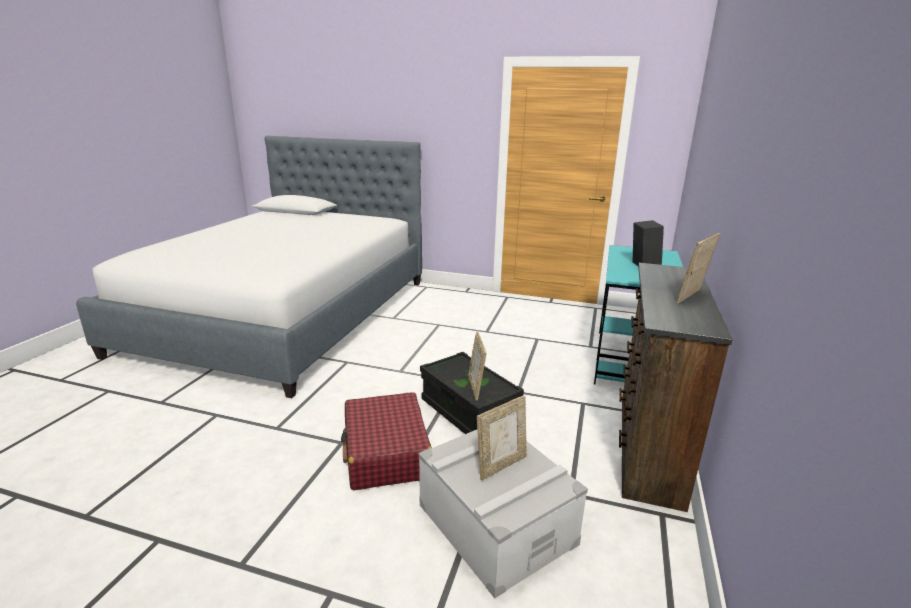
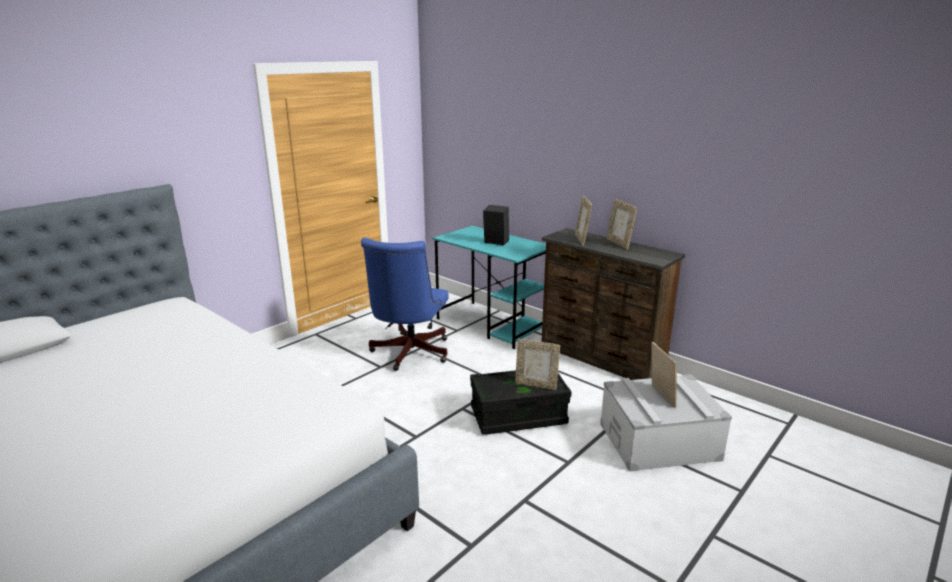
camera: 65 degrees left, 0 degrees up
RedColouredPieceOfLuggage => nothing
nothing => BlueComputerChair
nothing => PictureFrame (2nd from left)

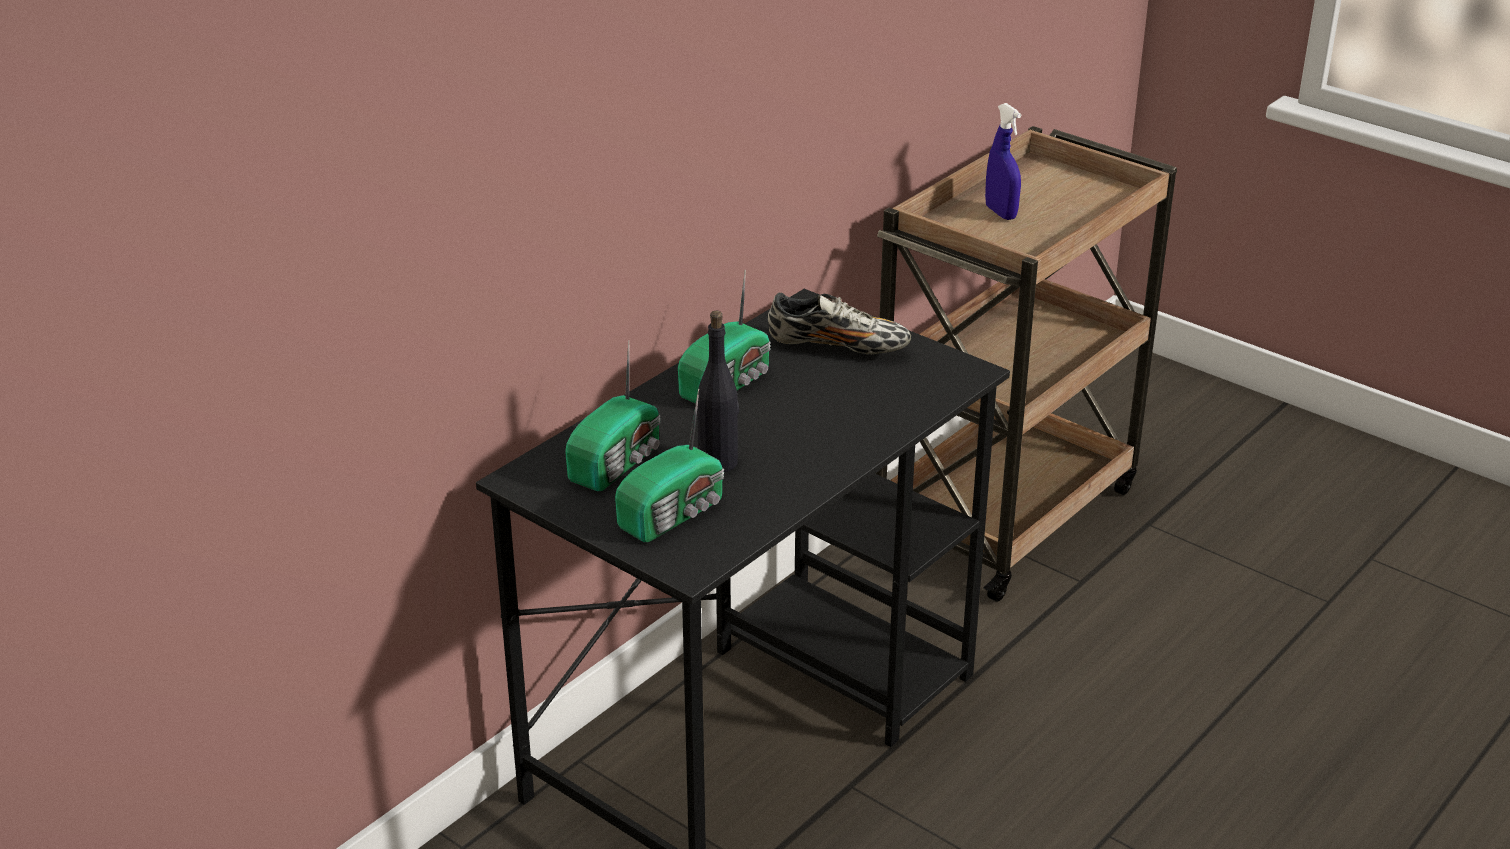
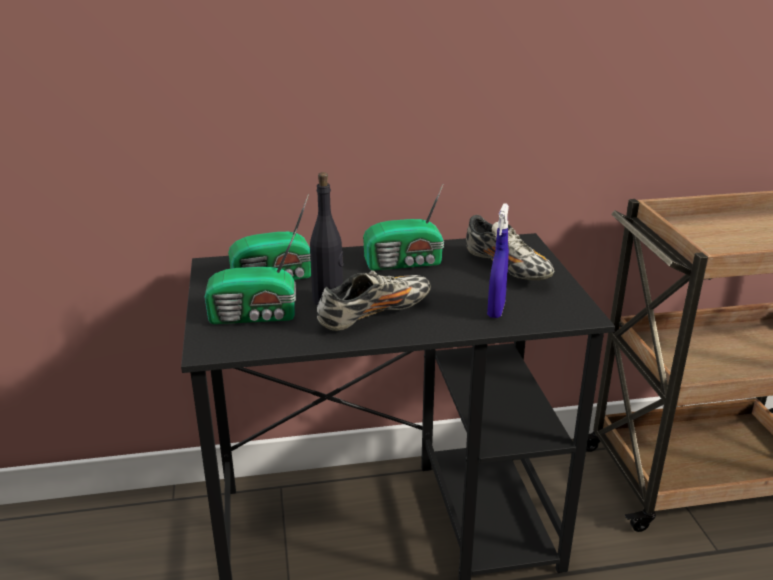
camera: 40 degrees right, 5 degrees down
nothing => LowShoe (1st from left)
BlueHandSprayer, moved

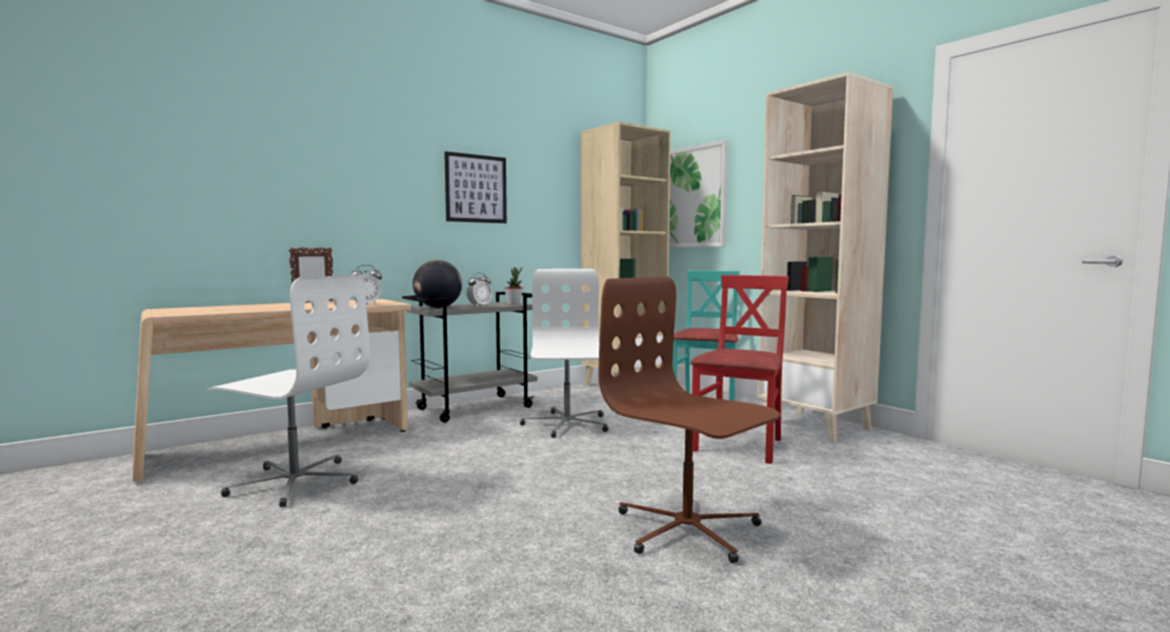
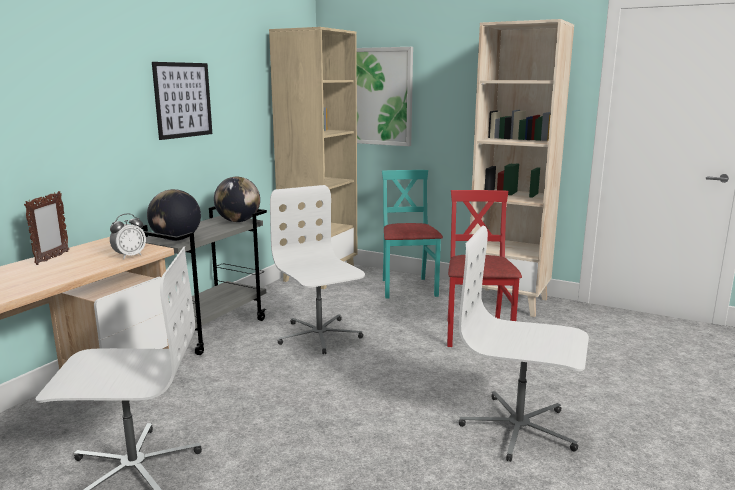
camera: 25 degrees left, 10 degrees up
TableClock (2nd from left) => nothing
PlantInAPot => WorldGlobe (2nd from left)
BrownComputerChair => WhiteComputerChair (3rd from left)

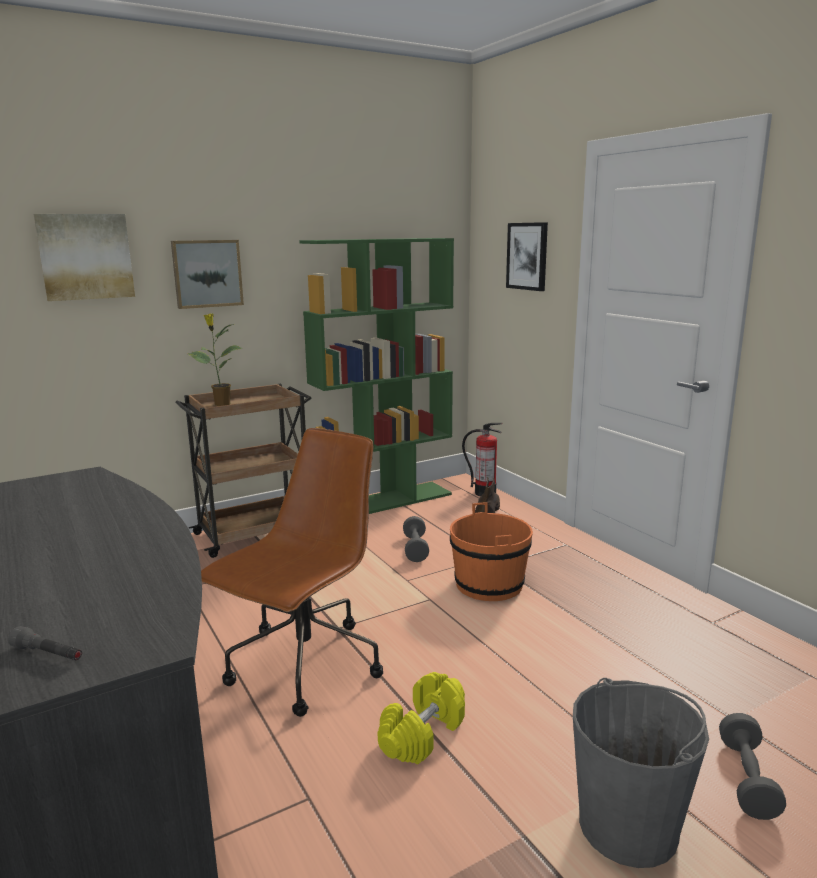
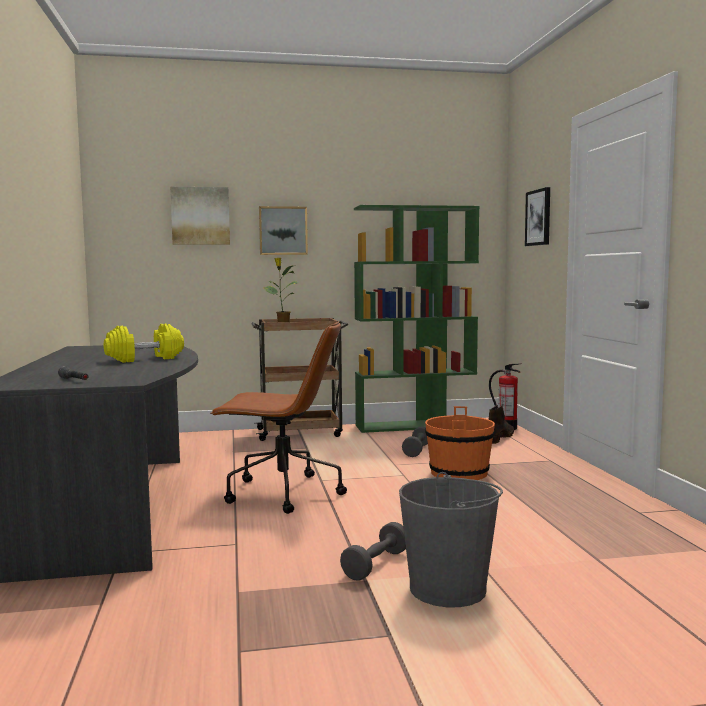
camera: 20 degrees right, 10 degrees down
YellowHandWeight, moved
GreyHandWeight (2nd from left in the first image) => GreyHandWeight (1st from left), moved
BrownComputerChair, 45 degrees clockwise

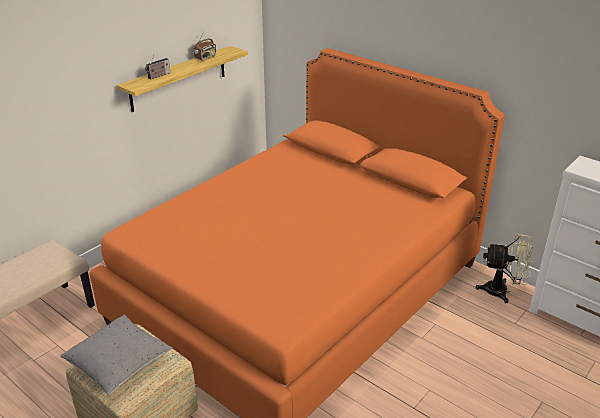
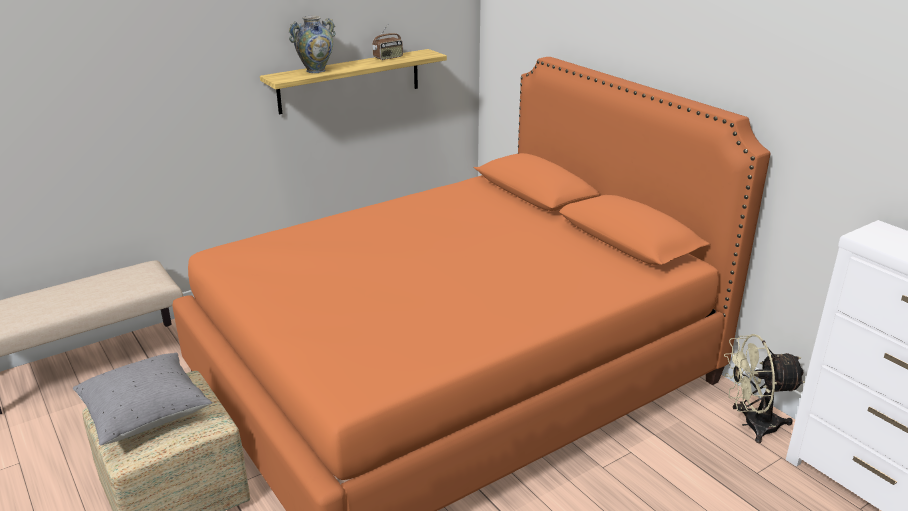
camera: 15 degrees right, 5 degrees down
RadioReceiver (1st from left) => Vase
SandColouredElectricFan, 150 degrees clockwise

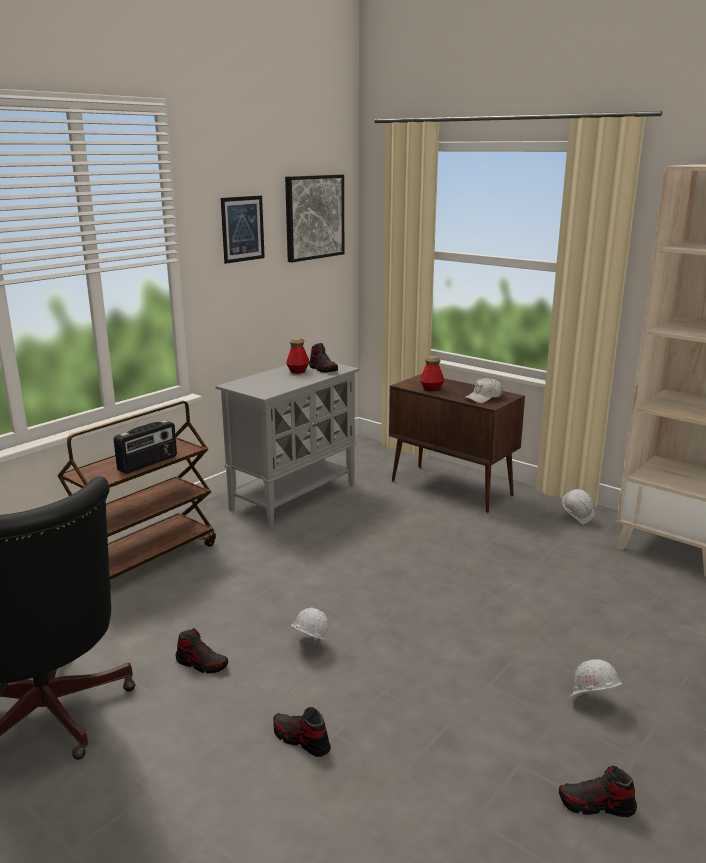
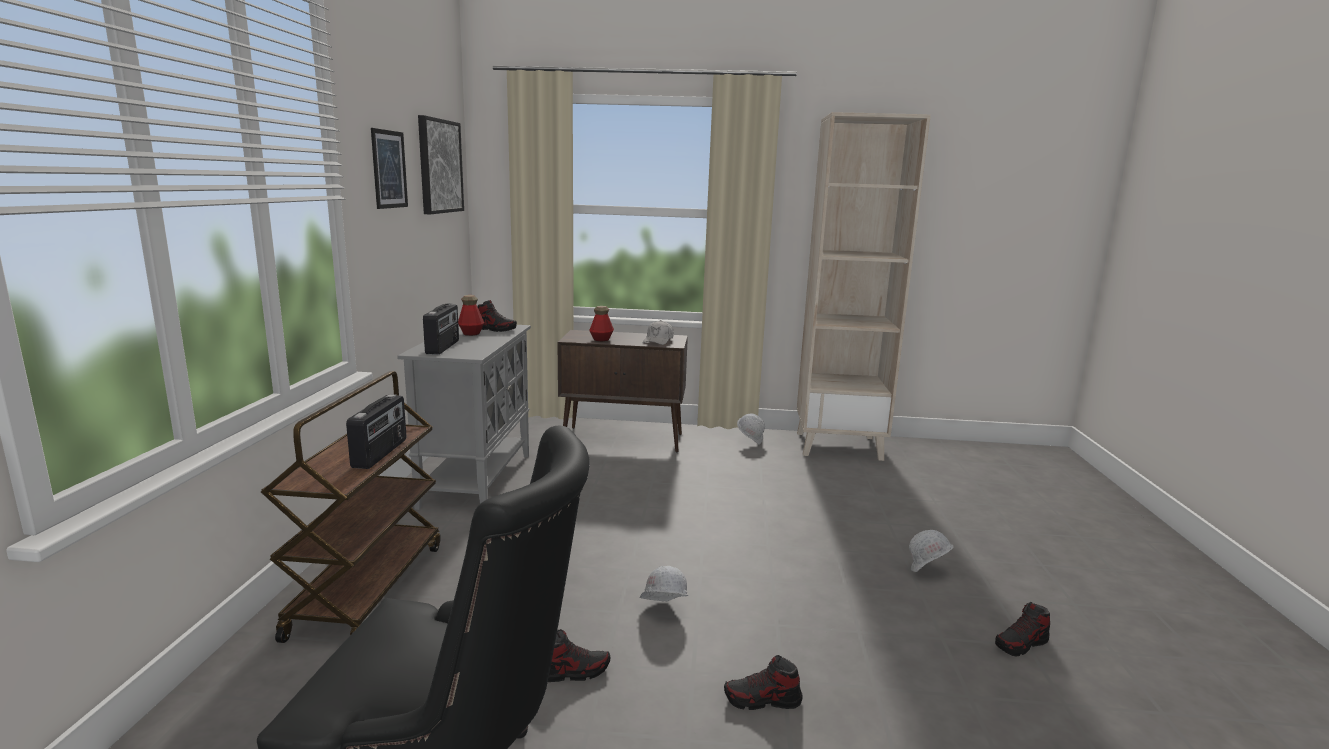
camera: 35 degrees left, 5 degrees down
nothing => RadioReceiver (2nd from left)

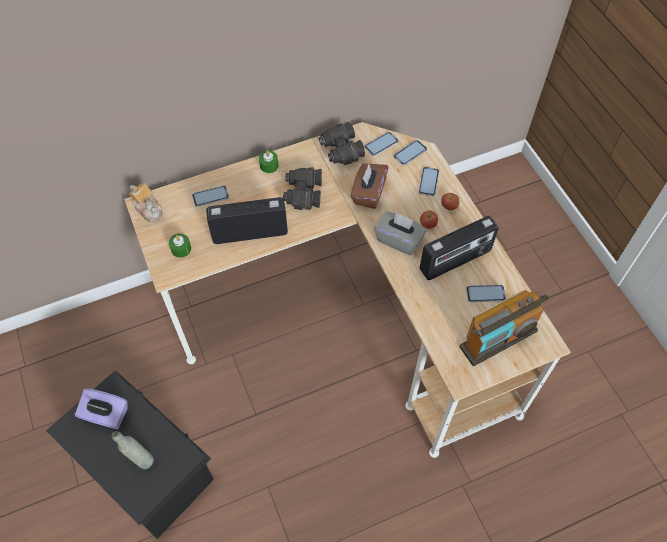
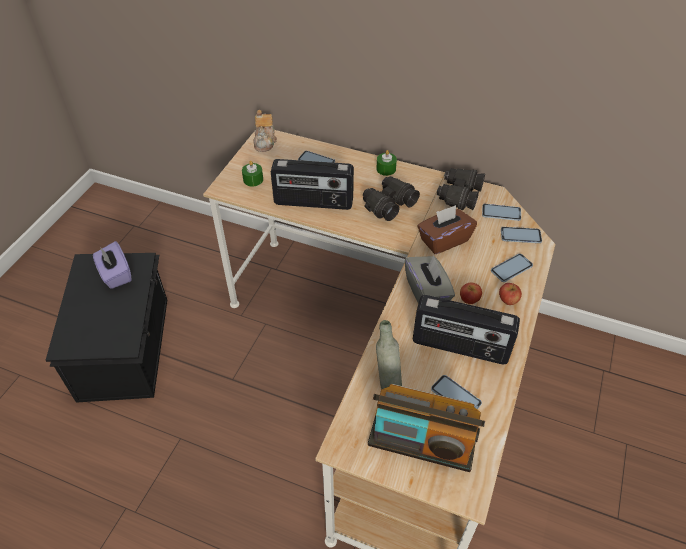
camera: 45 degrees right, 10 degrees down
GreyBeverageBottle, moved
RadioReceiver (1st from left), 150 degrees clockwise

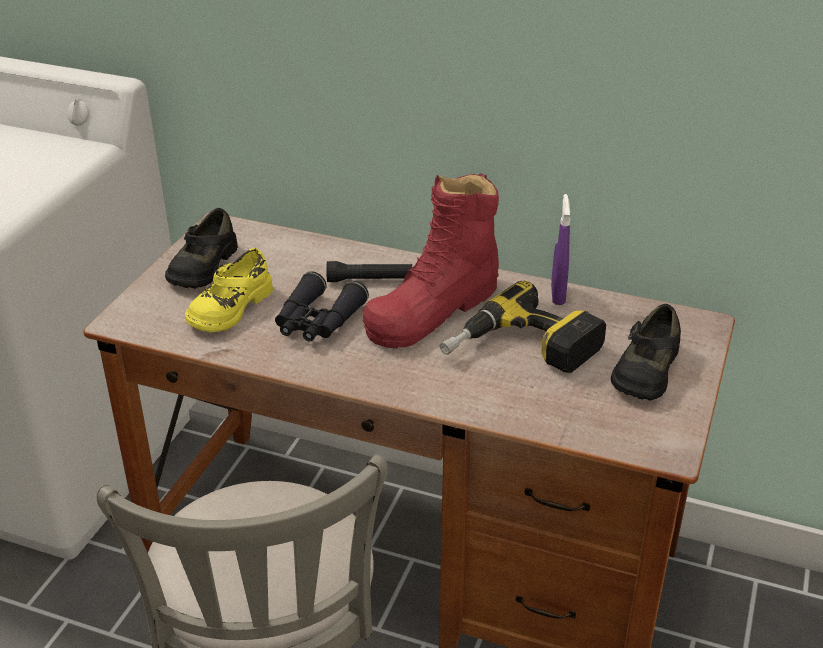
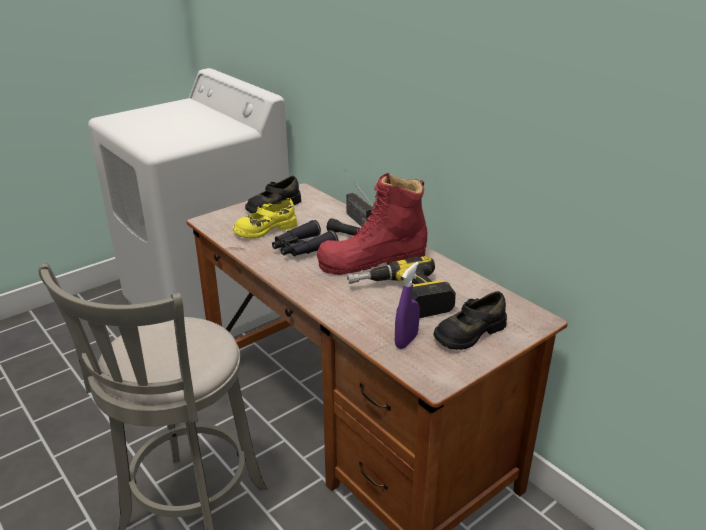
camera: 30 degrees right, 5 degrees down
nothing => RadioReceiver
PurpleColouredHandSprayer, moved

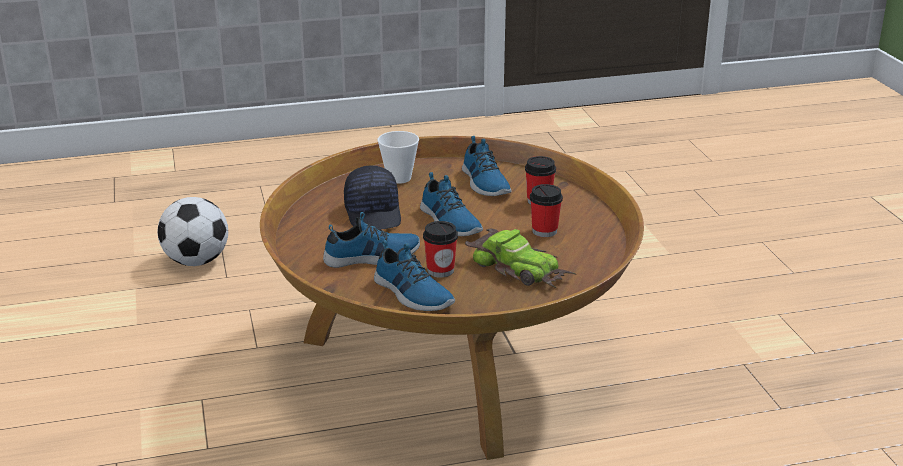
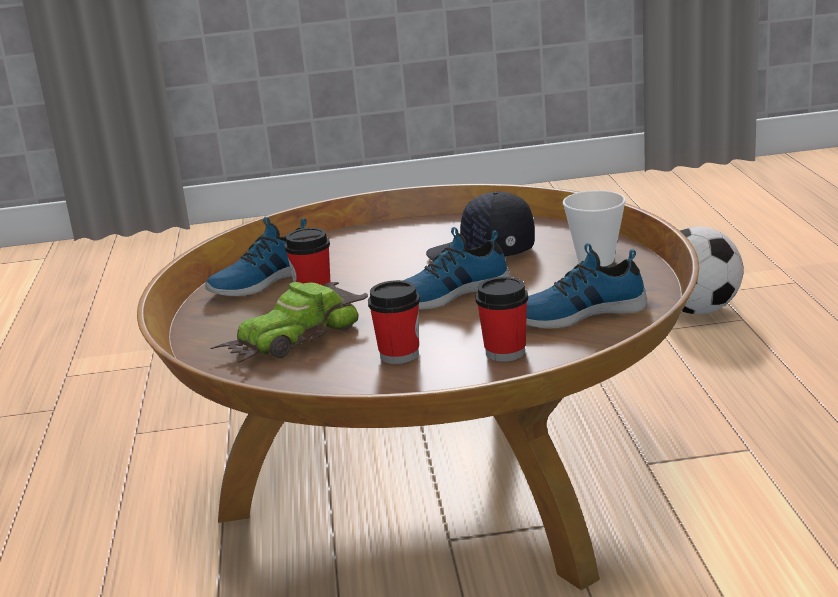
camera: 100 degrees right, 5 degrees down
LowShoe (1st from left) => nothing

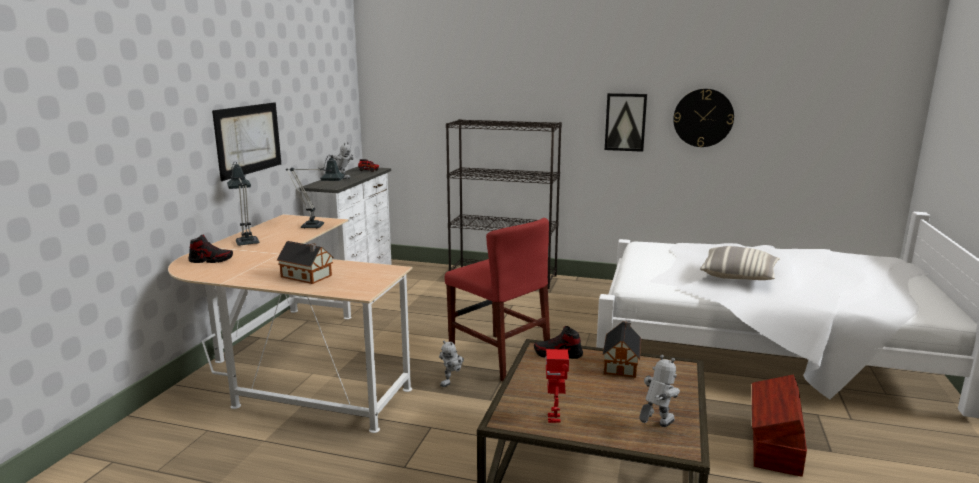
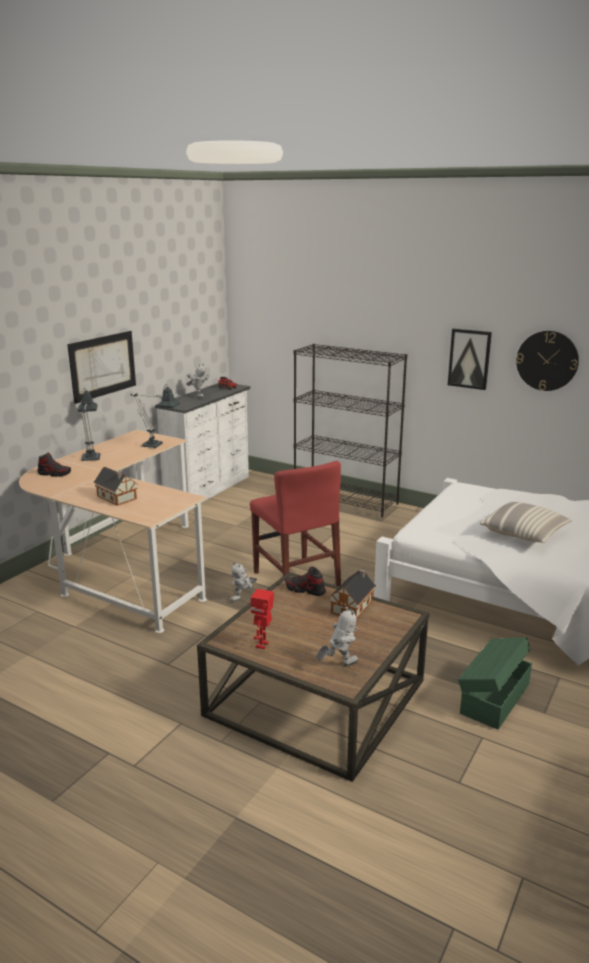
camera: 15 degrees right, 5 degrees up
BrownStorageContainer => GreenColouredStorageContainer

